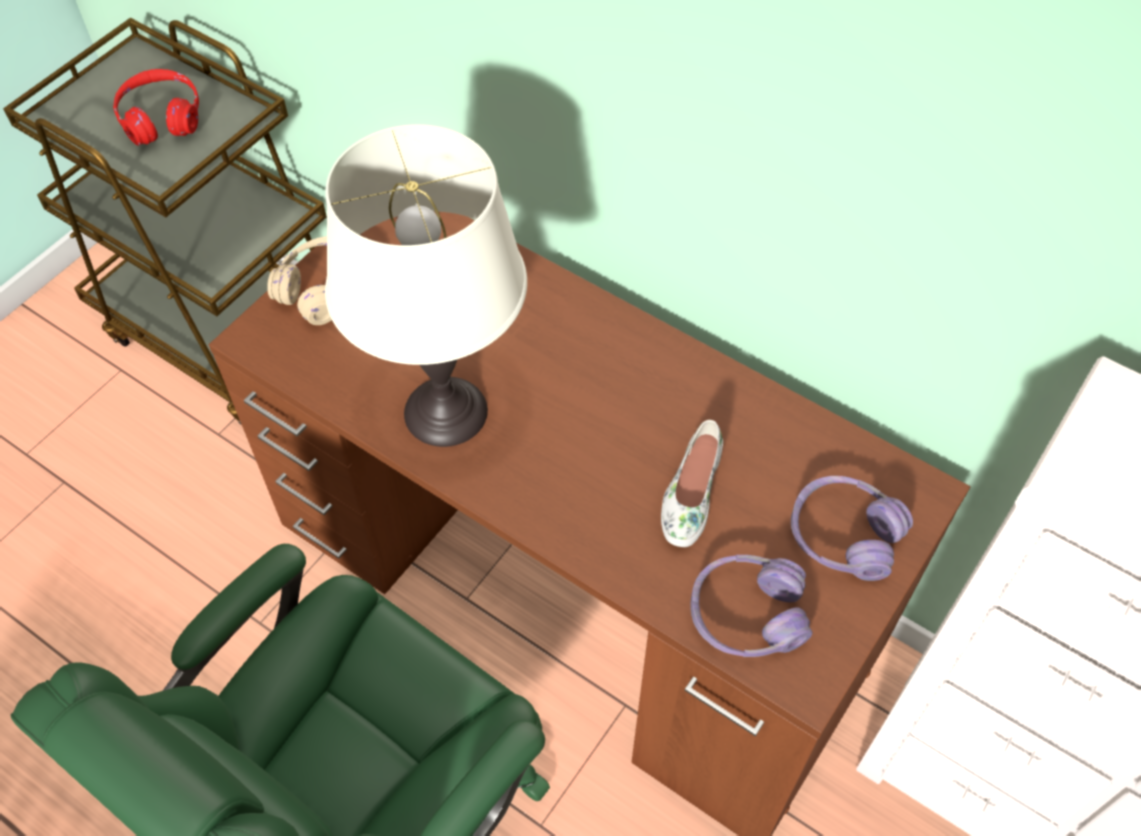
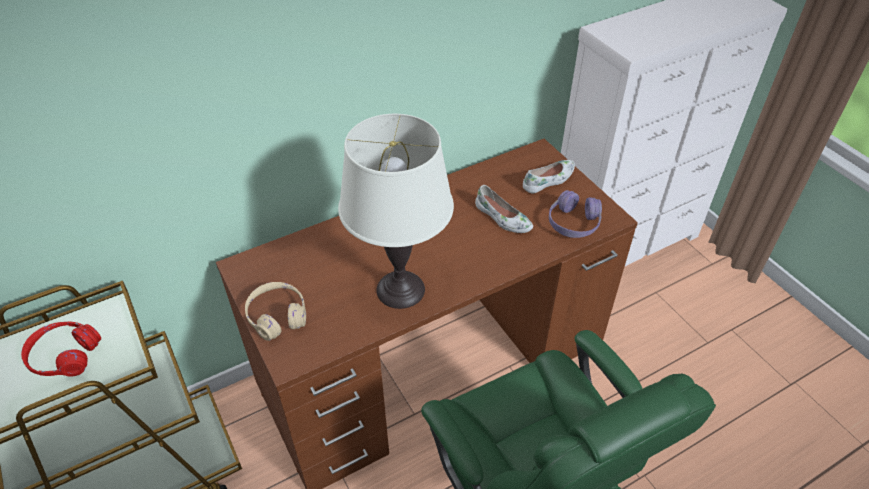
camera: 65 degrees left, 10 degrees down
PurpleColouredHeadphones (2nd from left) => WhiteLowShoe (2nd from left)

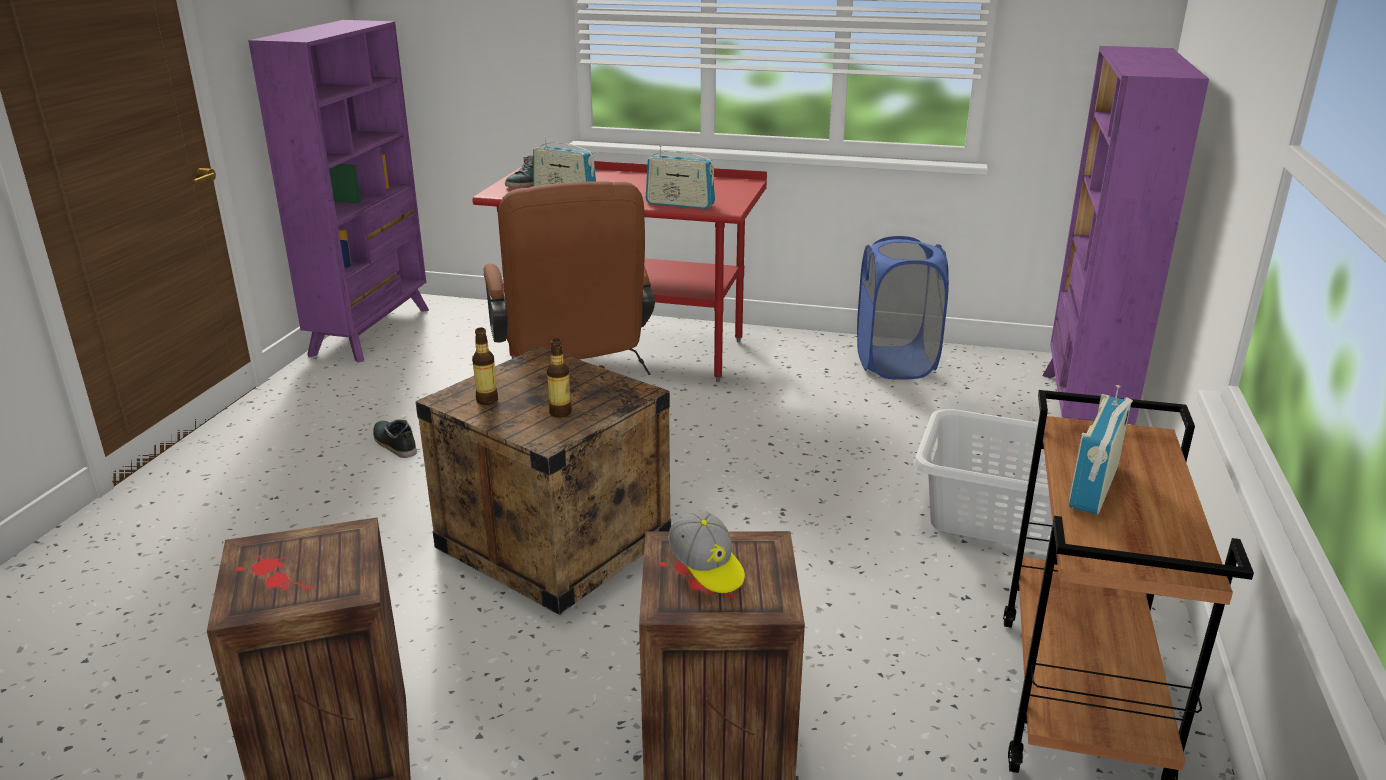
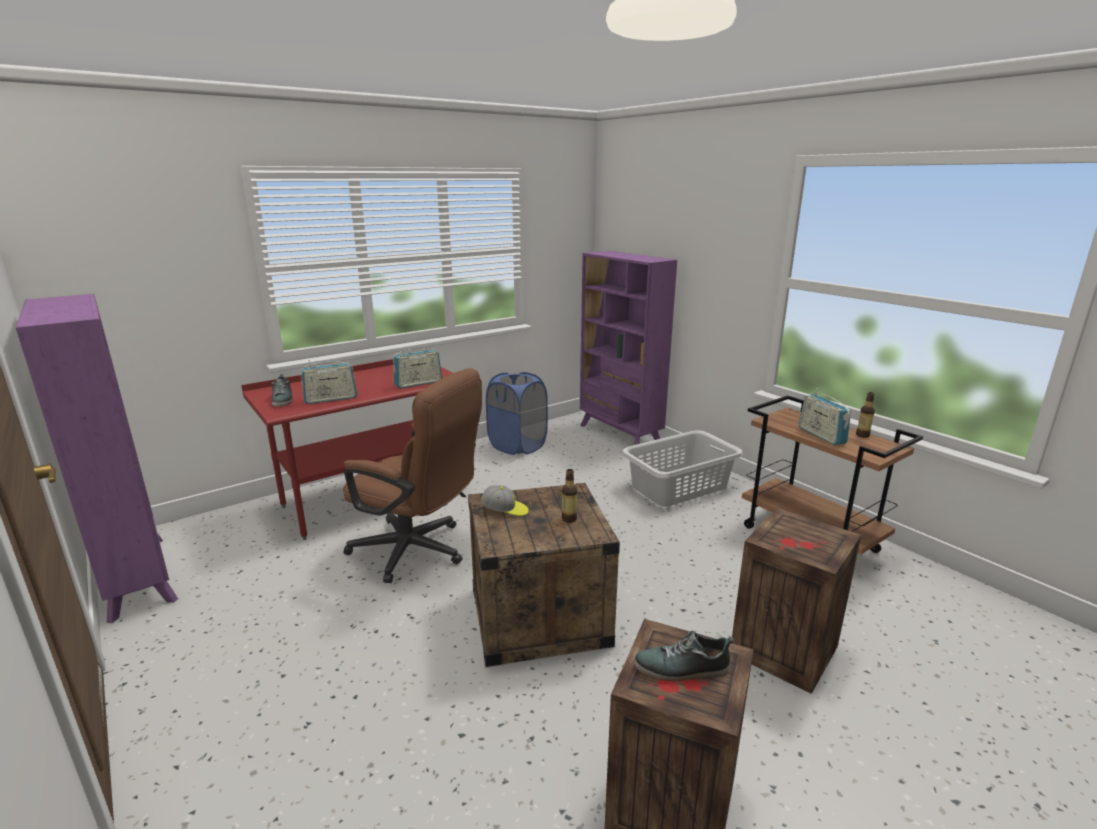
camera: 50 degrees left, 5 degrees down
LowShoe (1st from left in the first image) => LowShoe (2nd from left), moved
BeverageBottle (1st from left in the first image) => BeverageBottle (2nd from left), moved
Cap, moved

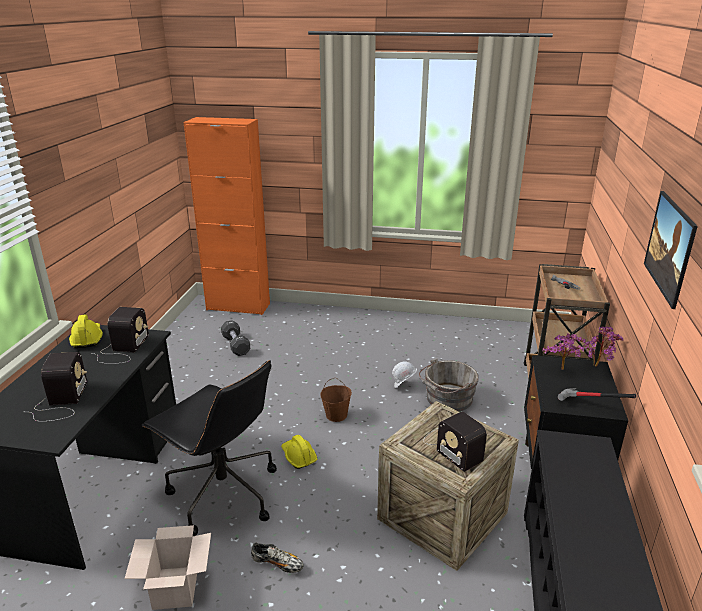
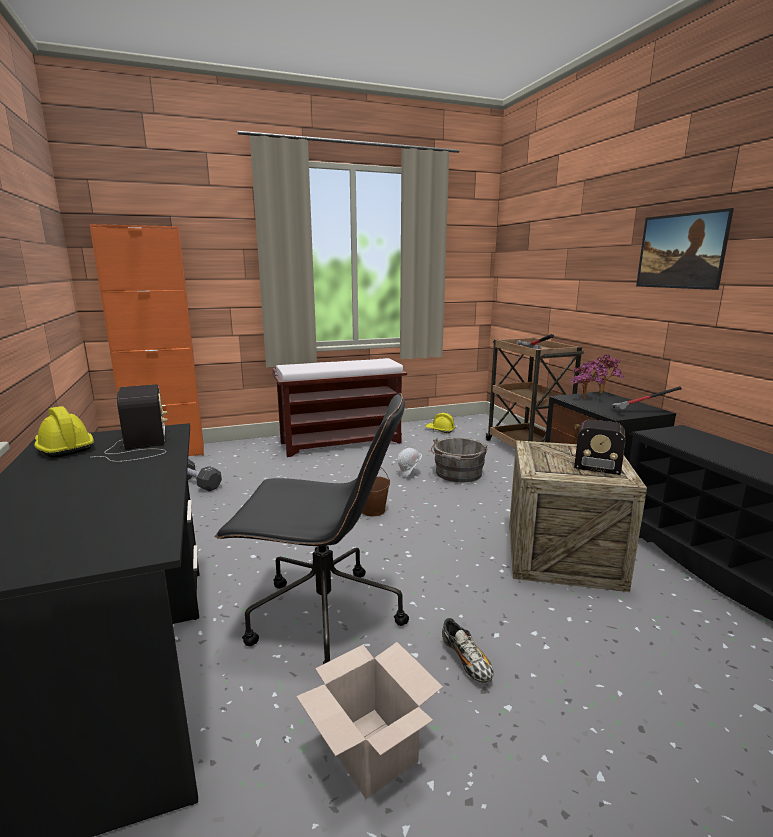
camera: 30 degrees left, 10 degrees down
RadioReceiver (1st from left) => nothing
nothing => BrownIndoorBench
YellowWorkHelmet (2nd from left), moved
LowShoe, 75 degrees clockwise

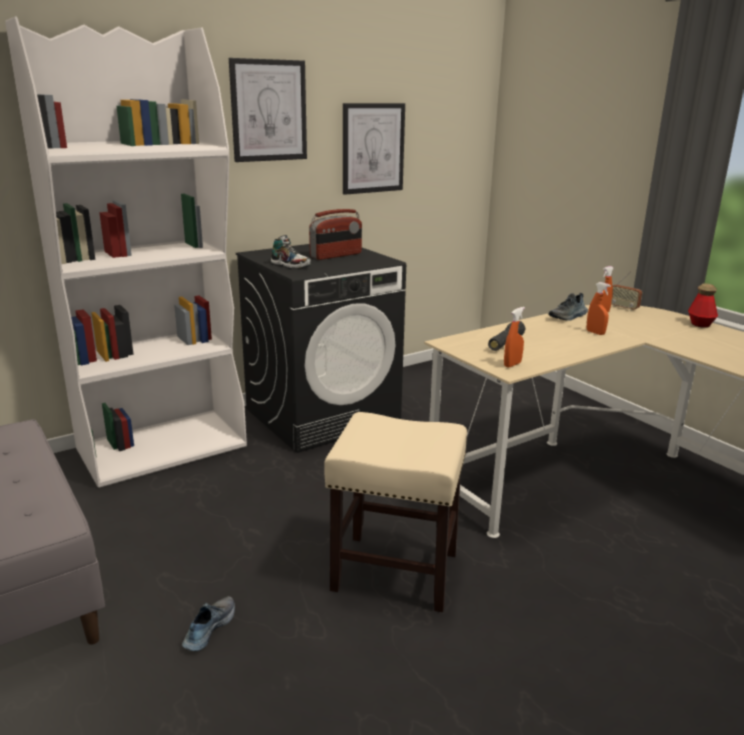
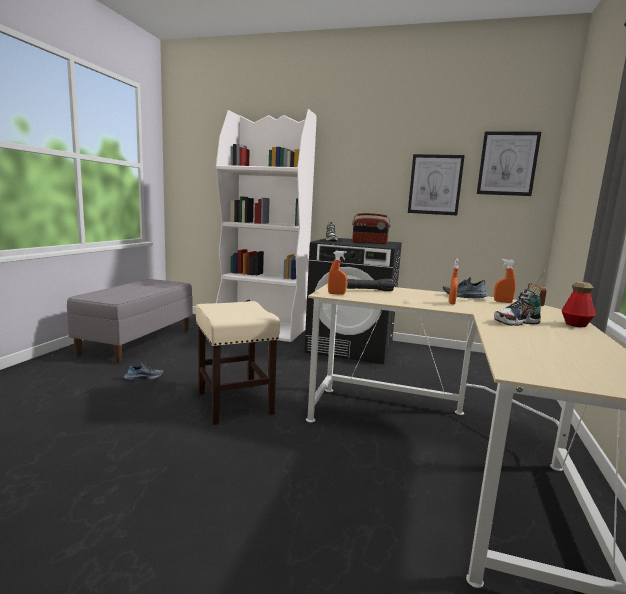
camera: 50 degrees right, 10 degrees down
nothing => LowShoe (4th from left)
WallPicture (1st from left in the first image) => WallPicture (2nd from left), moved

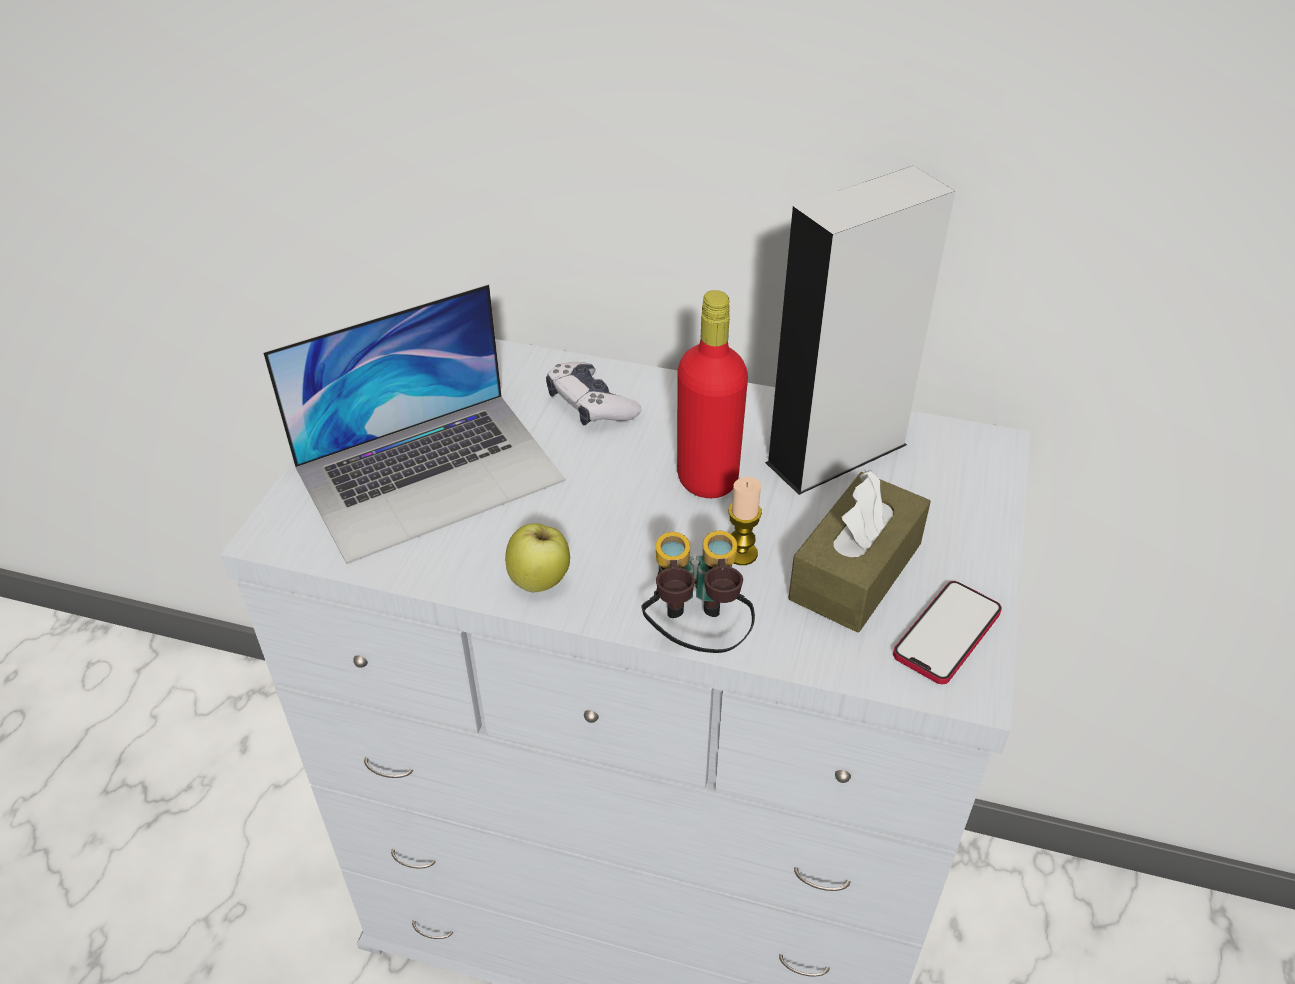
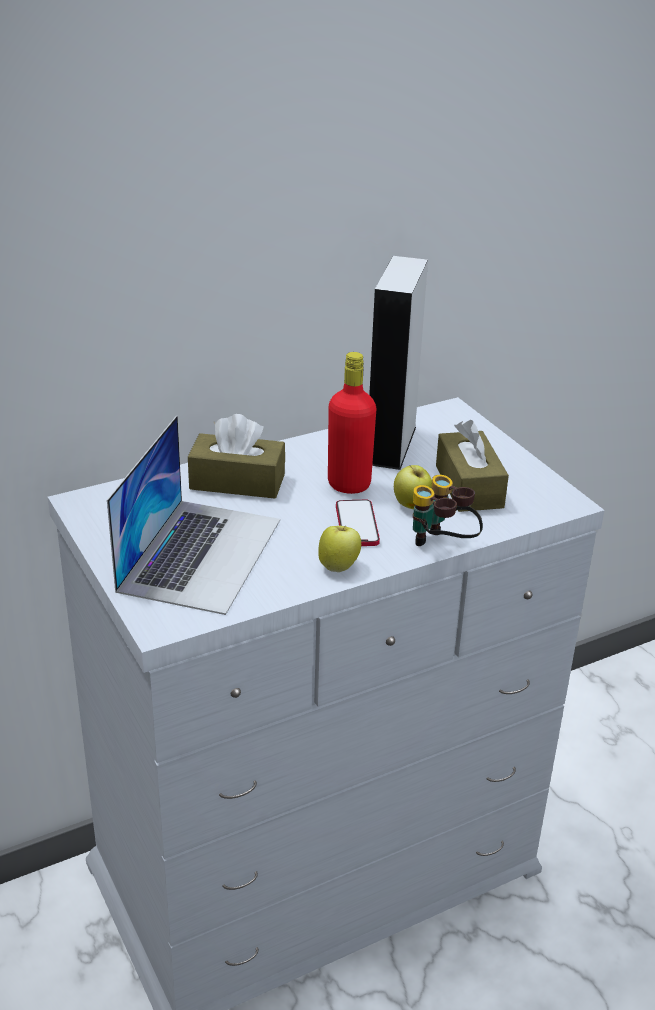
camera: 45 degrees left, 10 degrees down
Telephone, moved
Gamepad => BrownTissueHolder (1st from left)
WaxLight => Apple (2nd from left)

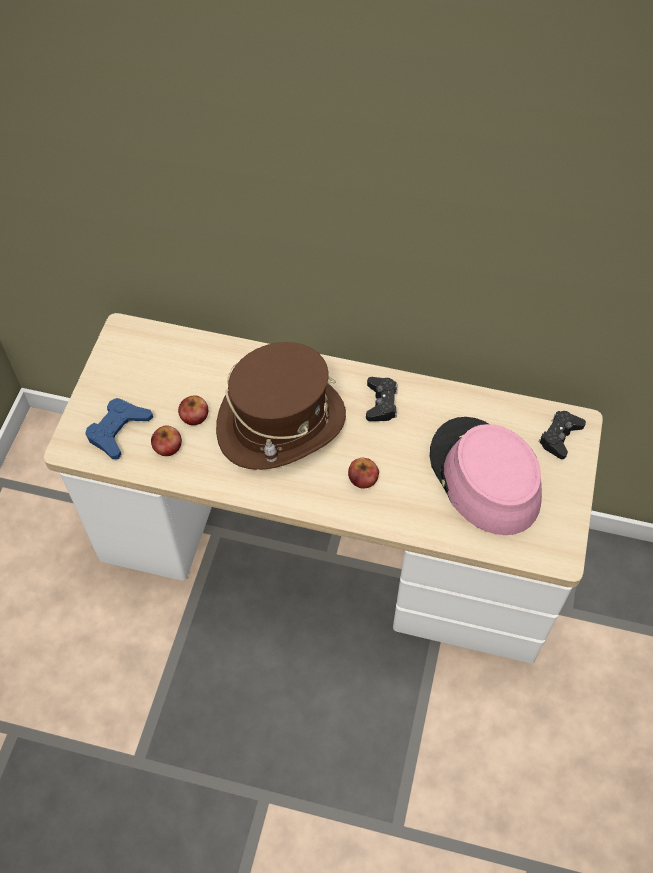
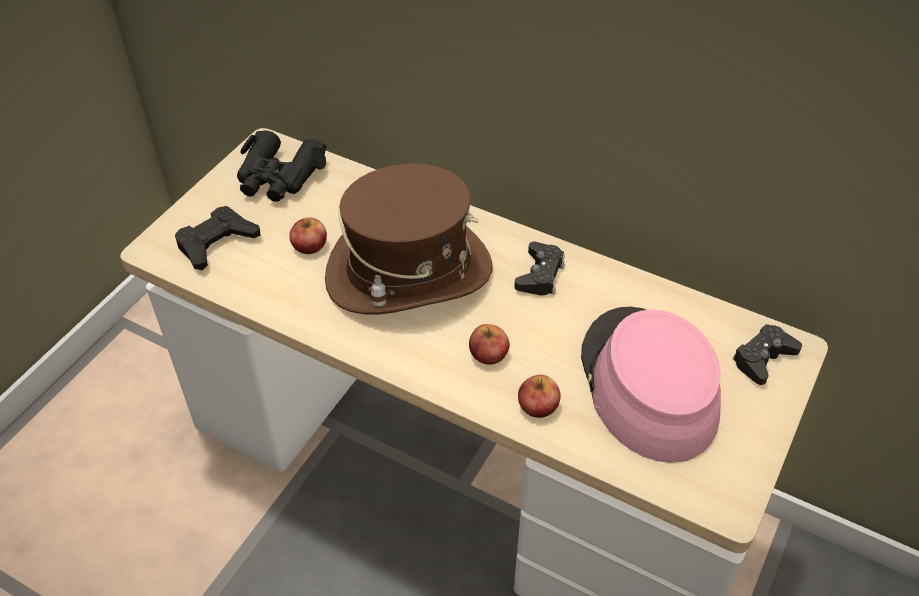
camera: 15 degrees right, 10 degrees down
nothing => BlackFieldGlasses
Apple (1st from left in the first image) => Apple (3rd from left), moved
BlueGamepad => BlackGamepad (1st from left)

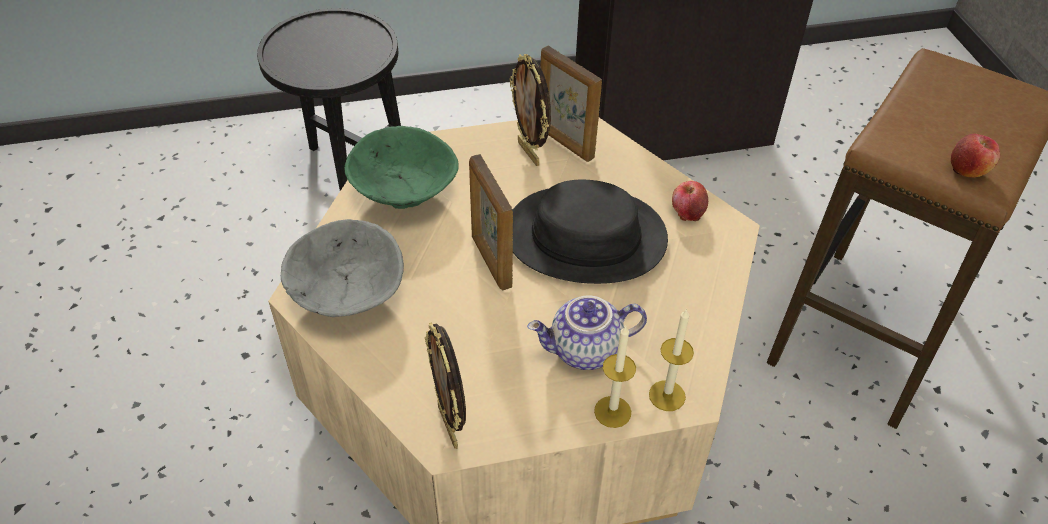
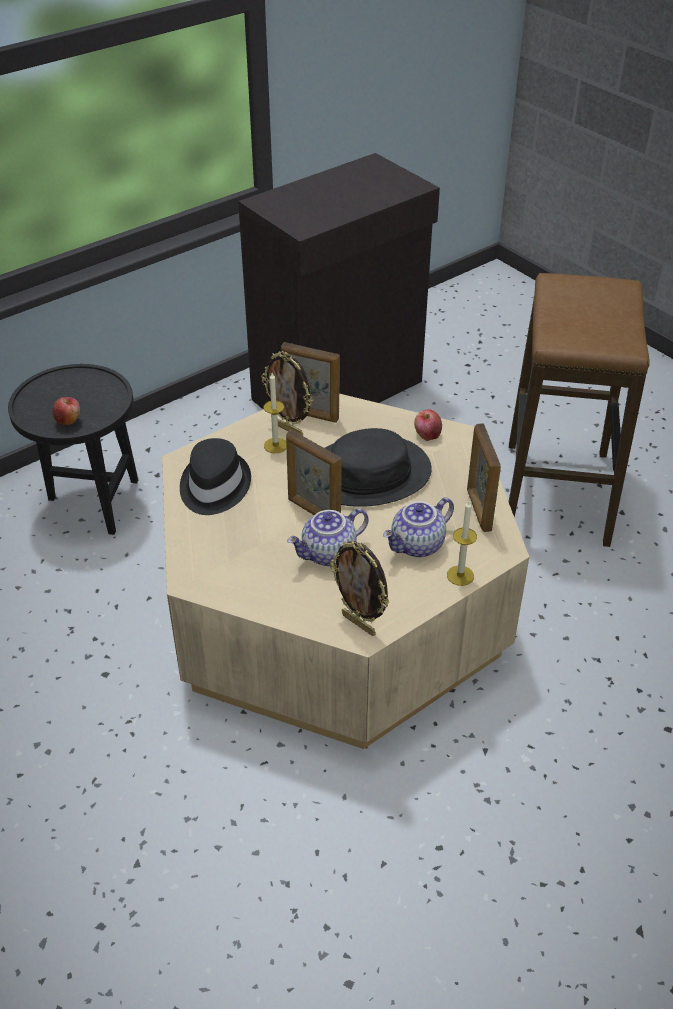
camera: 25 degrees left, 5 degrees down
GreyDeepDish => nothing
nothing => PotForTea (1st from left)
nothing => PictureFrame (5th from left)
WaxLight (2nd from left in the first image) => WaxLight (1st from left), moved
Apple (2nd from left in the first image) => Apple (1st from left), moved
GreenColouredDeepDish => BlackHat (1st from left)

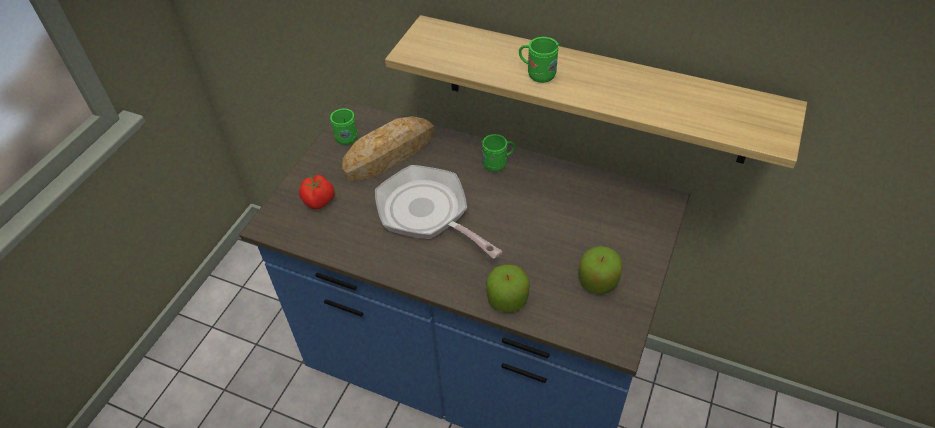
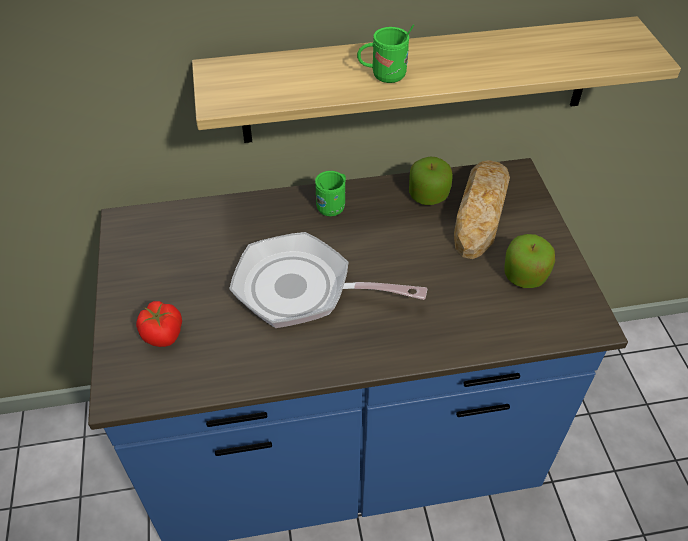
camera: 35 degrees left, 0 degrees up
GreenColouredCoffeeMug (1st from left) => nothing
BakeryBread, moved
Apple (1st from left), moved

